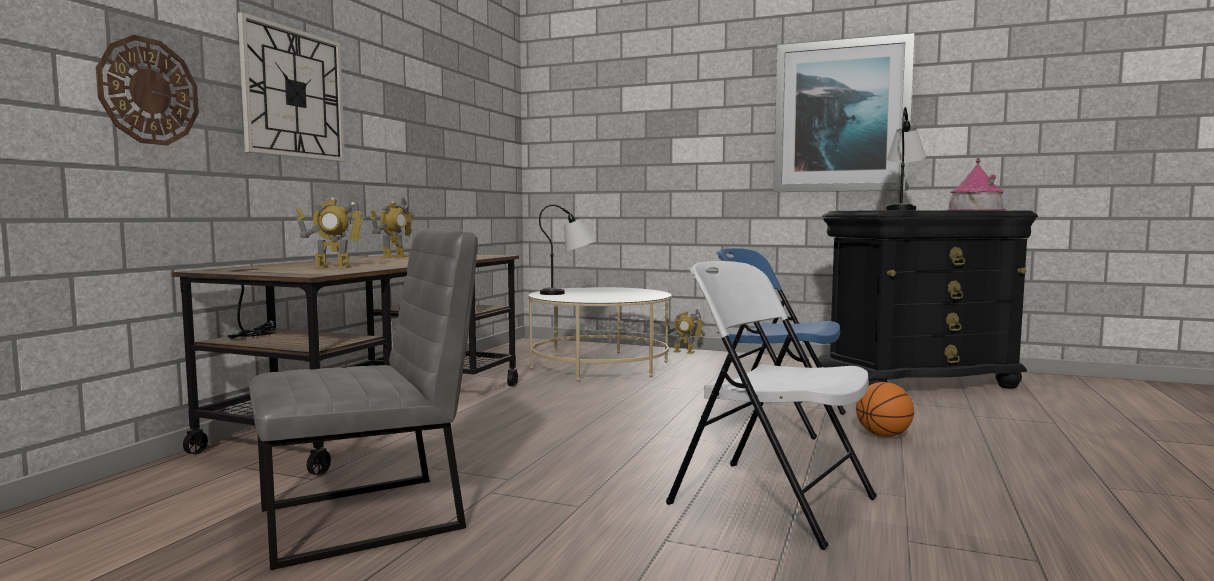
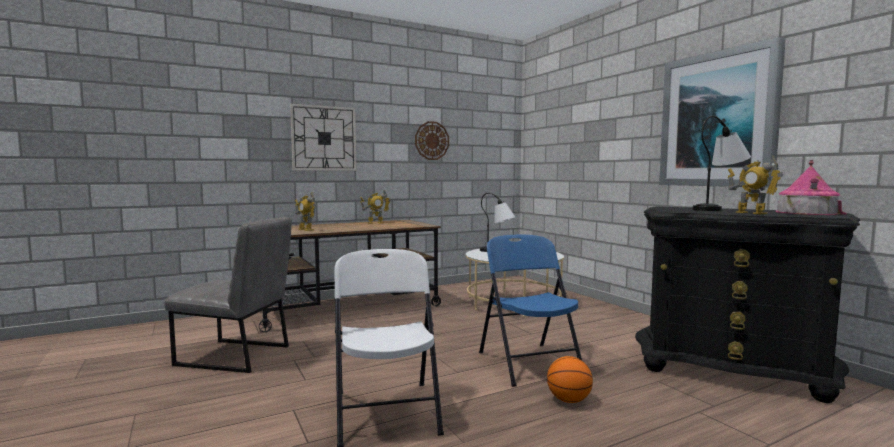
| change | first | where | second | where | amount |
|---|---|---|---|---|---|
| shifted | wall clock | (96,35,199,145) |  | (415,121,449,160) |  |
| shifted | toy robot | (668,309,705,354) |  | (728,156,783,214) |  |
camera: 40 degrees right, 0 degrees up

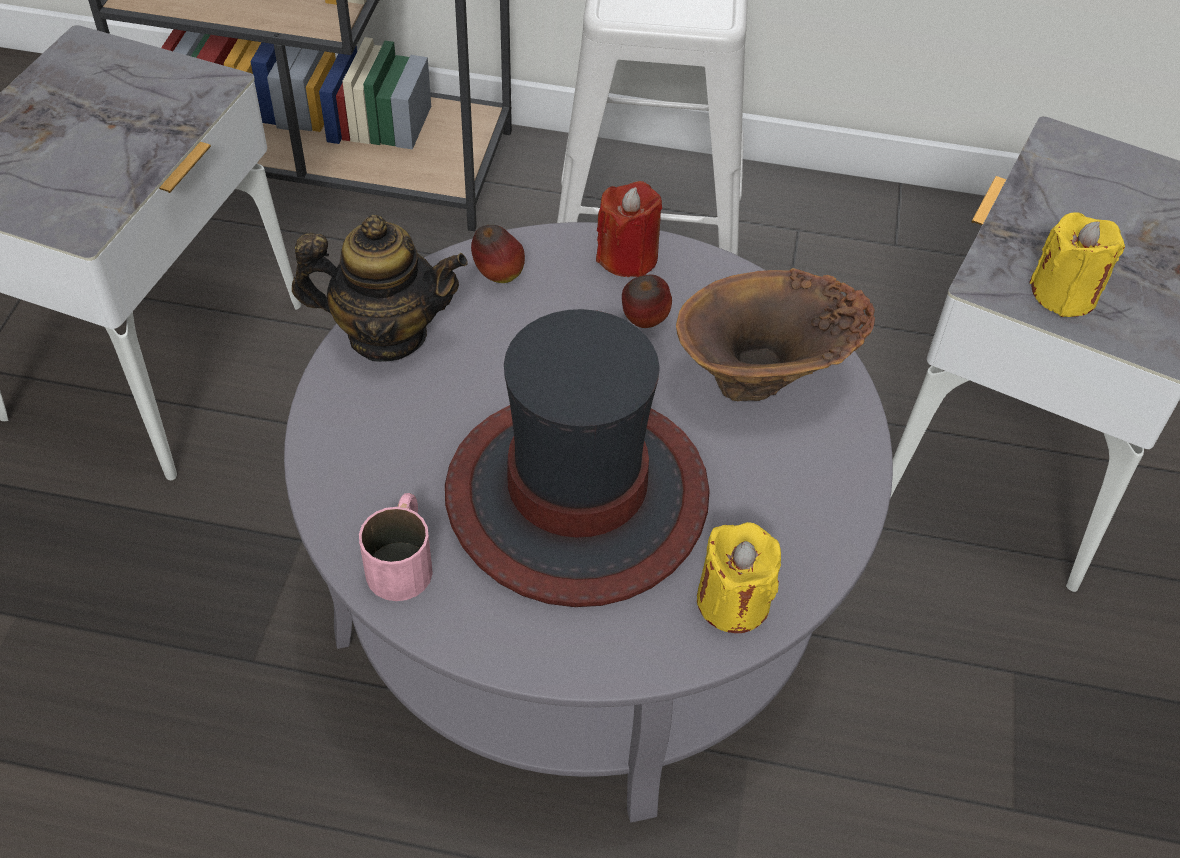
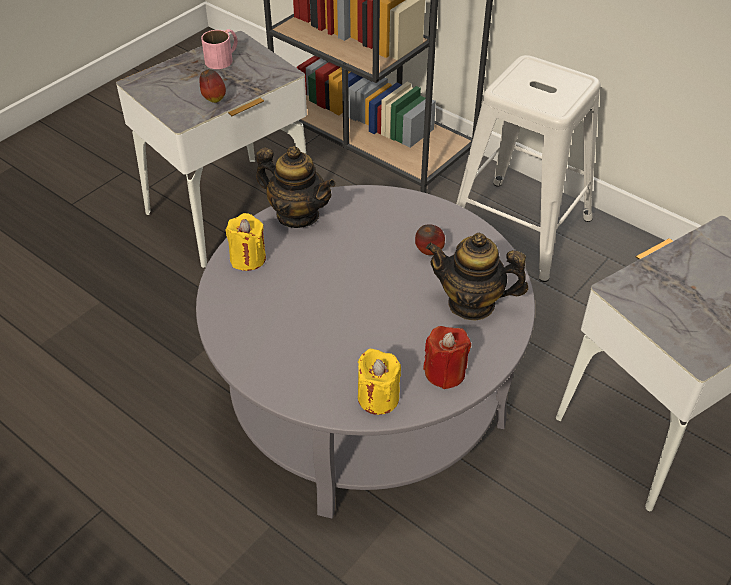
| change | first | where | second | where | amount |
|---|---|---|---|---|---|
| shifted | candle (red) | (596,181,662,277) |  | (423,326,471,389) |  |
| shifted | candle (yellow) | (1029,212,1125,317) |  | (225,213,266,271) |  |
| shifted | apple | (471,225,525,283) |  | (199,69,226,103) |  |
| swapped | vase (brown) | (676,268,875,401) | teapot | (426,233,528,321) |  |
| gone | hat | (445,309,710,607) |  |  |  |
| shifted | mug (pink) | (359,493,433,601) |  | (201,29,238,69) |  |
camera: 30 degrees right, 5 degrees down

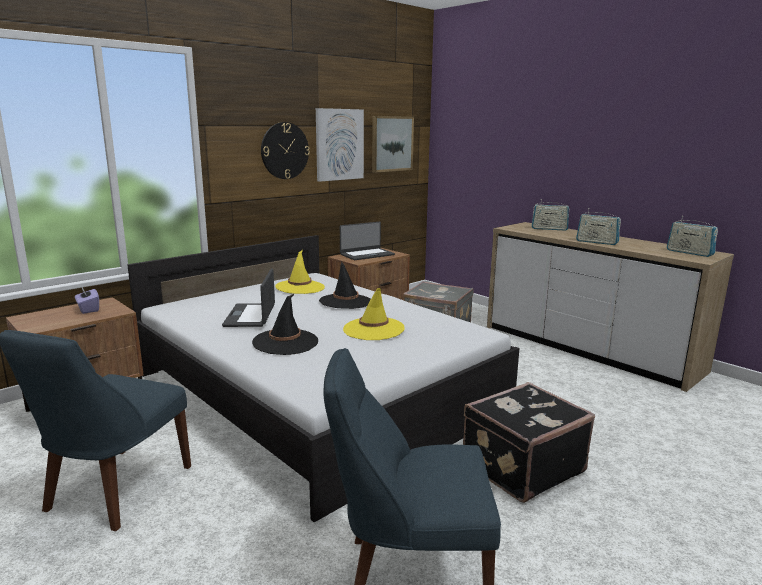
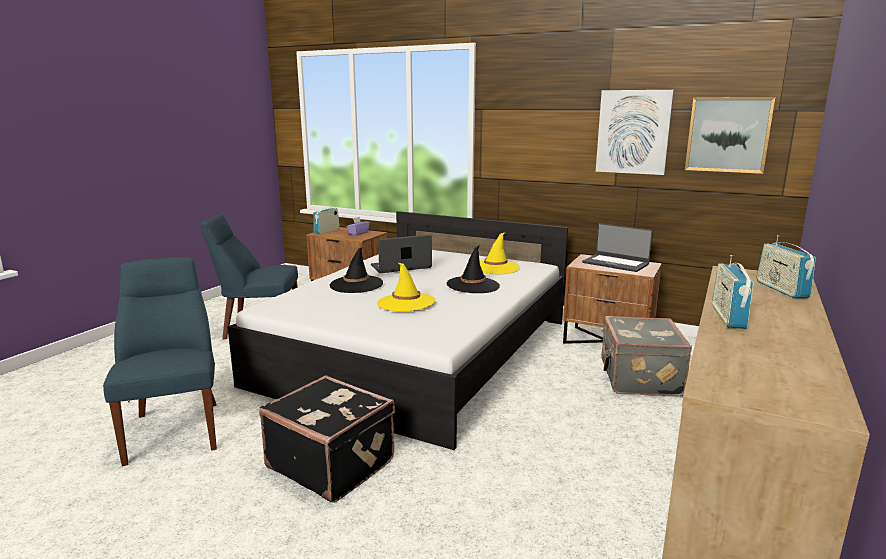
| change | first | where | second | where | amount |
|---|---|---|---|---|---|
| gone | wall clock | (261,122,310,179) |  |  |  |
| shifted | radio | (667,216,718,257) |  | (313,203,340,234) |  |
camera: 70 degrees right, 0 degrees up

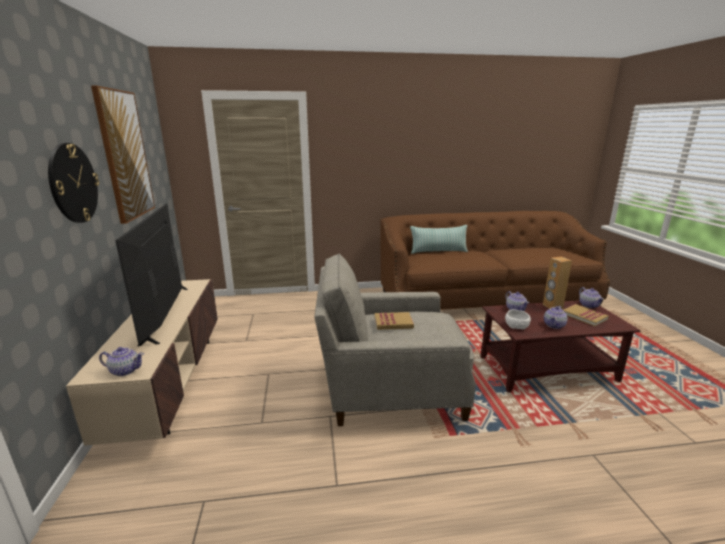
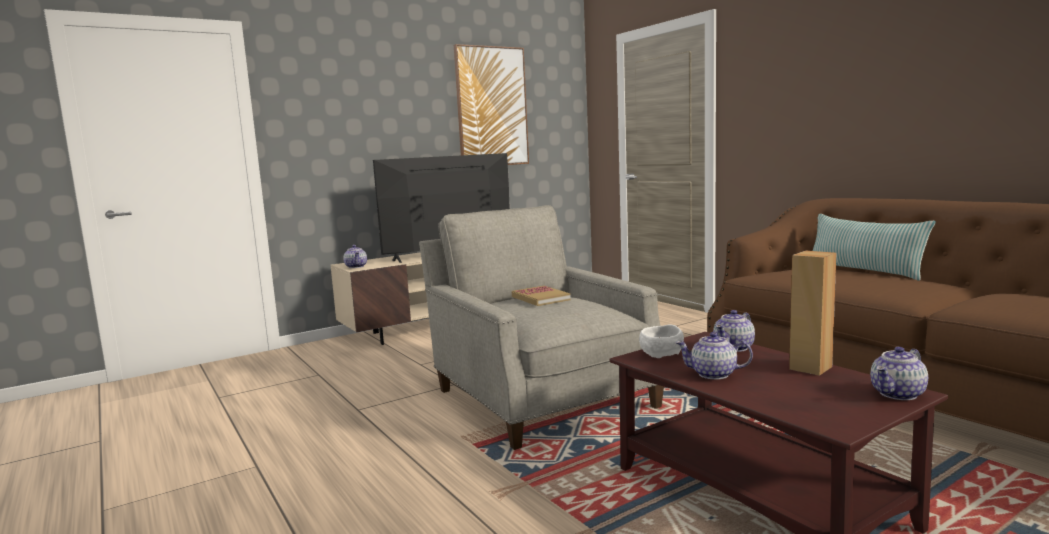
| change | first | where | second | where | amount |
|---|---|---|---|---|---|
| gone | wall clock | (48,143,99,223) |  |  |  |
| gone | book | (564,304,609,326) |  |  |  |
camera: 65 degrees right, 10 degrees down

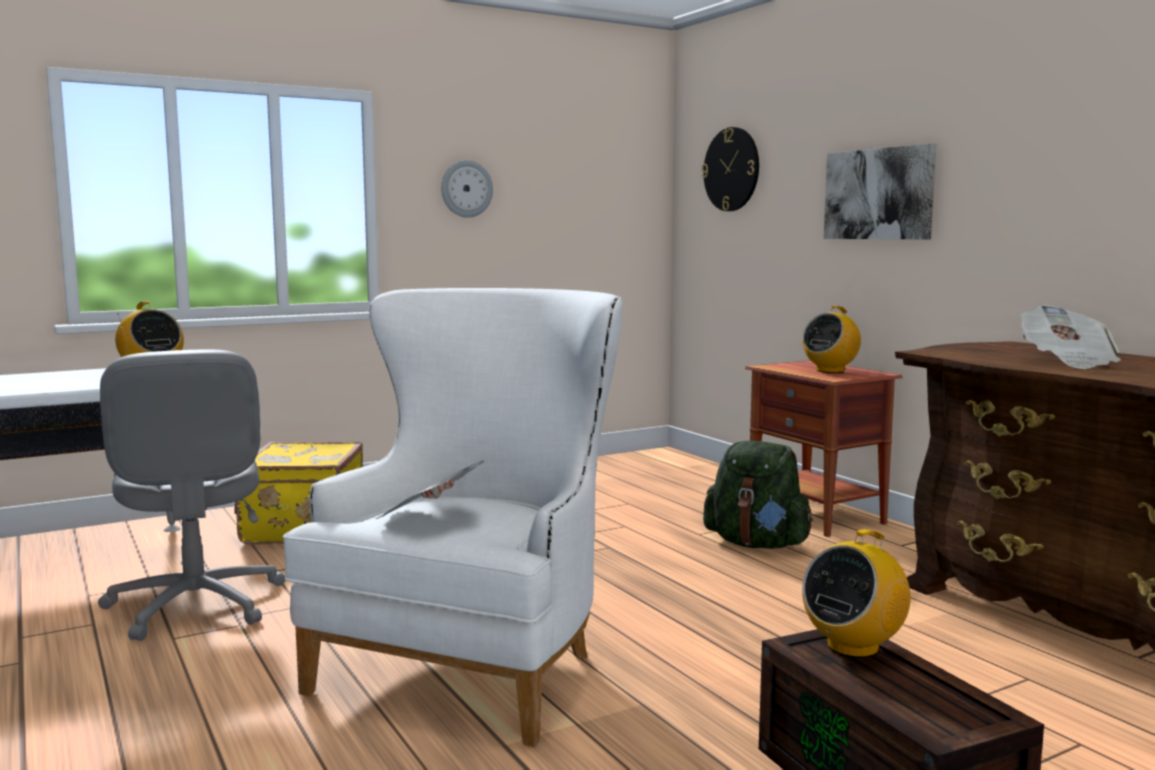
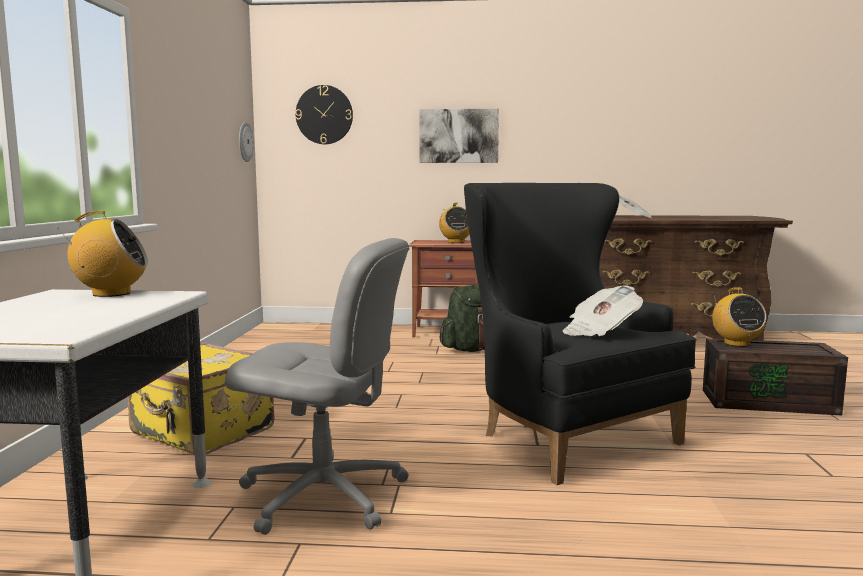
| change | first | where | second | where | amount |
|---|---|---|---|---|---|
| shifted | wall clock | (441,160,493,218) |  | (239,122,254,162) |  |
| repainted | armchair (white) | (282,288,622,747) | armchair (black) | (464,183,697,485) |  |
camera: 55 degrees left, 0 degrees up

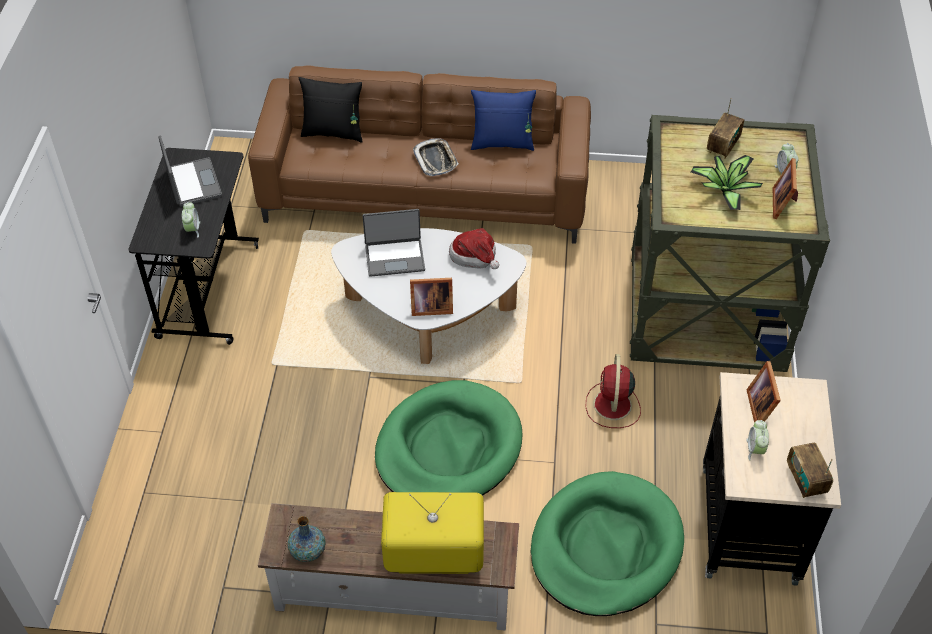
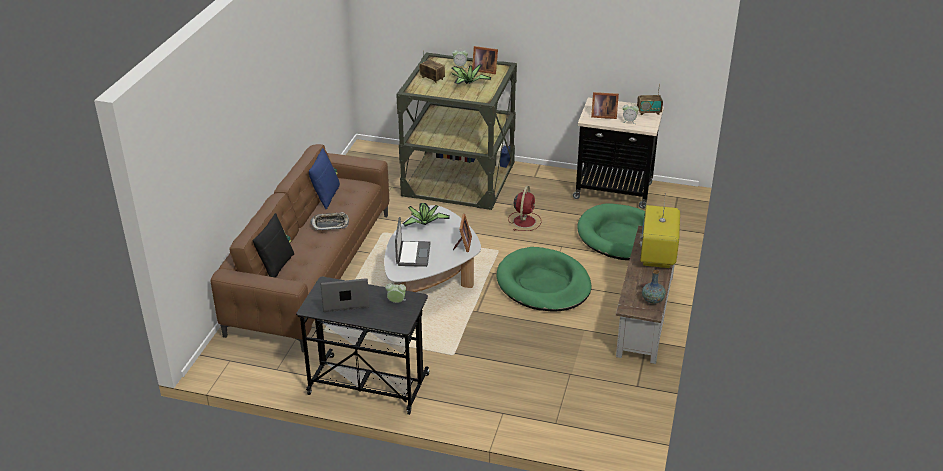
| change | first | where | second | where | amount |
|---|---|---|---|---|---|
| swapped | hat | (449,228,499,269) | potted plant | (402,203,450,227) |  |
| rotated | fan (red) | (585,354,641,428) |  | (508,186,541,231) | 90 degrees counterclockwise |
camera: 80 degrees left, 15 degrees down

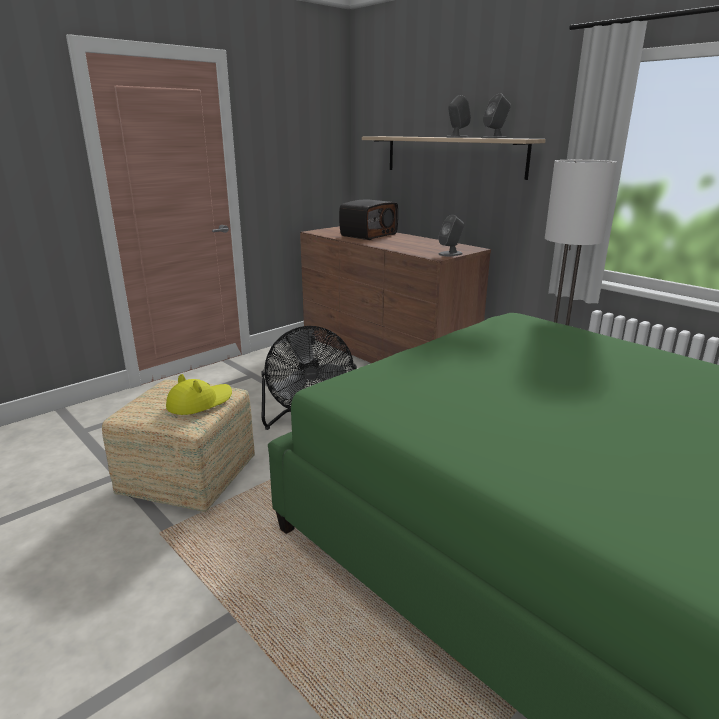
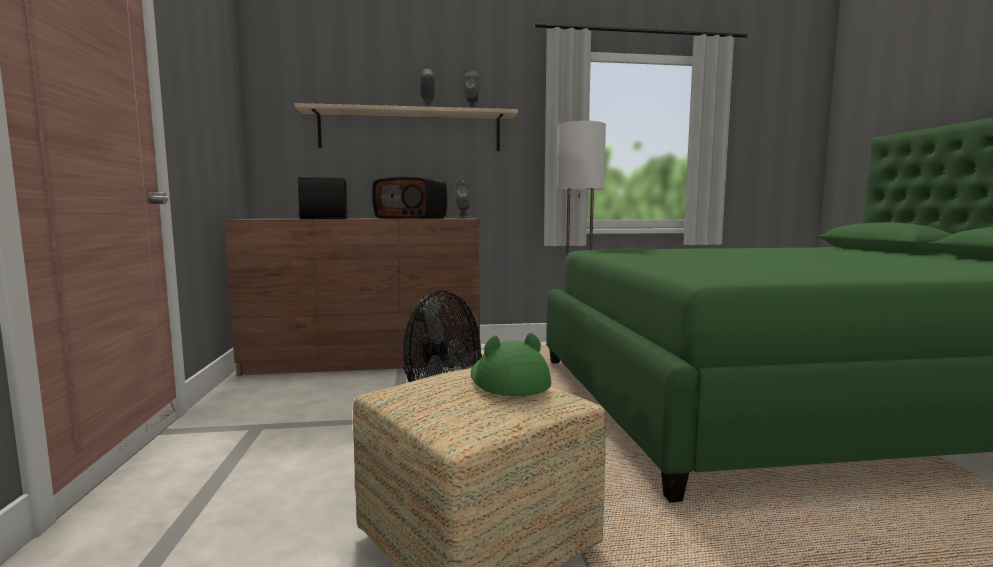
| change | first | where | second | where | amount |
|---|---|---|---|---|---|
| repainted | hat (yellow) | (166,374,232,415) | hat (green) | (471,333,551,396) |  |
| new |  |  | radio | (372,177,447,219) |  |
camera: 55 degrees left, 15 degrees down

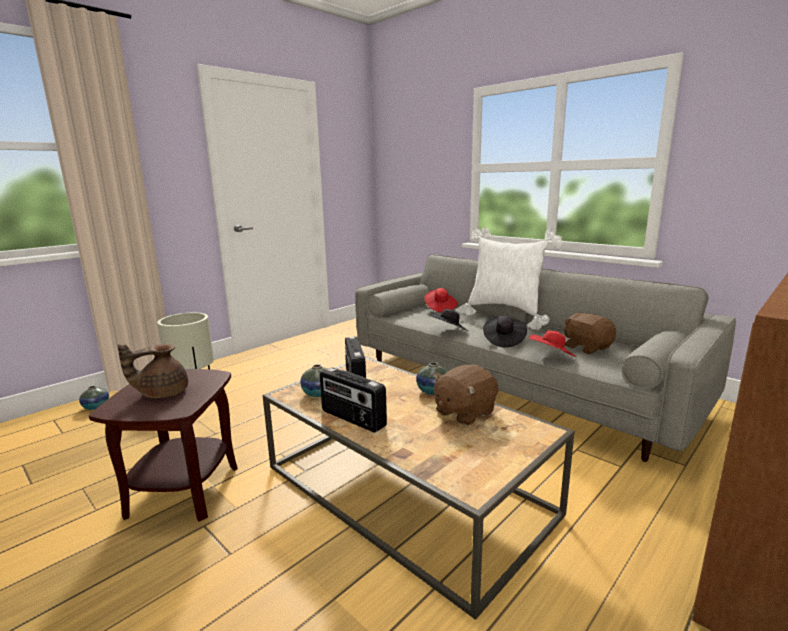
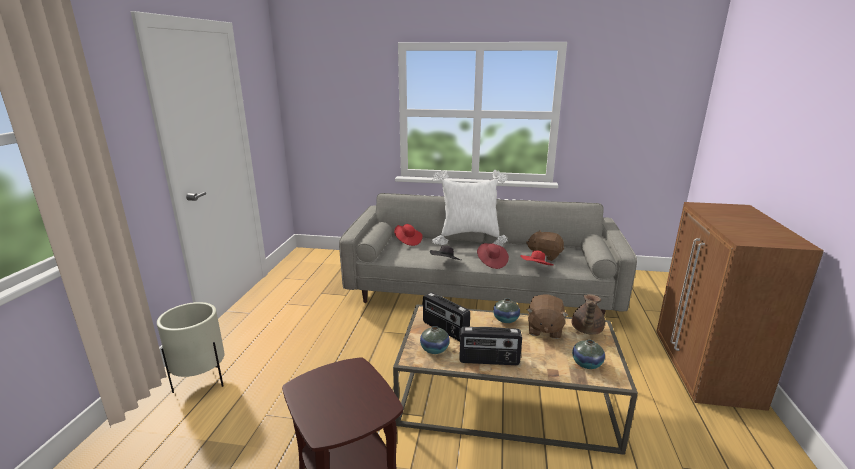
| change | first | where | second | where | amount |
|---|---|---|---|---|---|
| repainted | hat (black) | (483,316,527,347) | hat (red) | (477,243,509,269) |  |
| shifted | teapot (brown) | (117,344,188,398) |  | (572,294,605,335) |  |
| shifted | vase | (79,386,109,410) |  | (572,339,605,369) |  |
camera: 35 degrees left, 5 degrees up

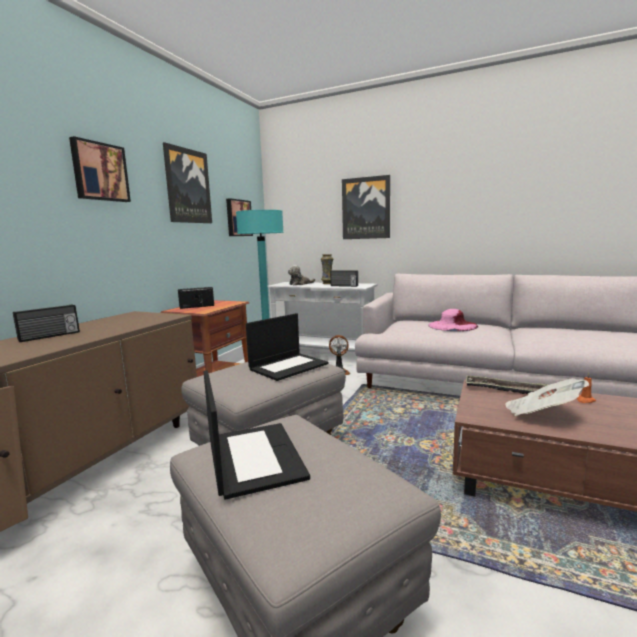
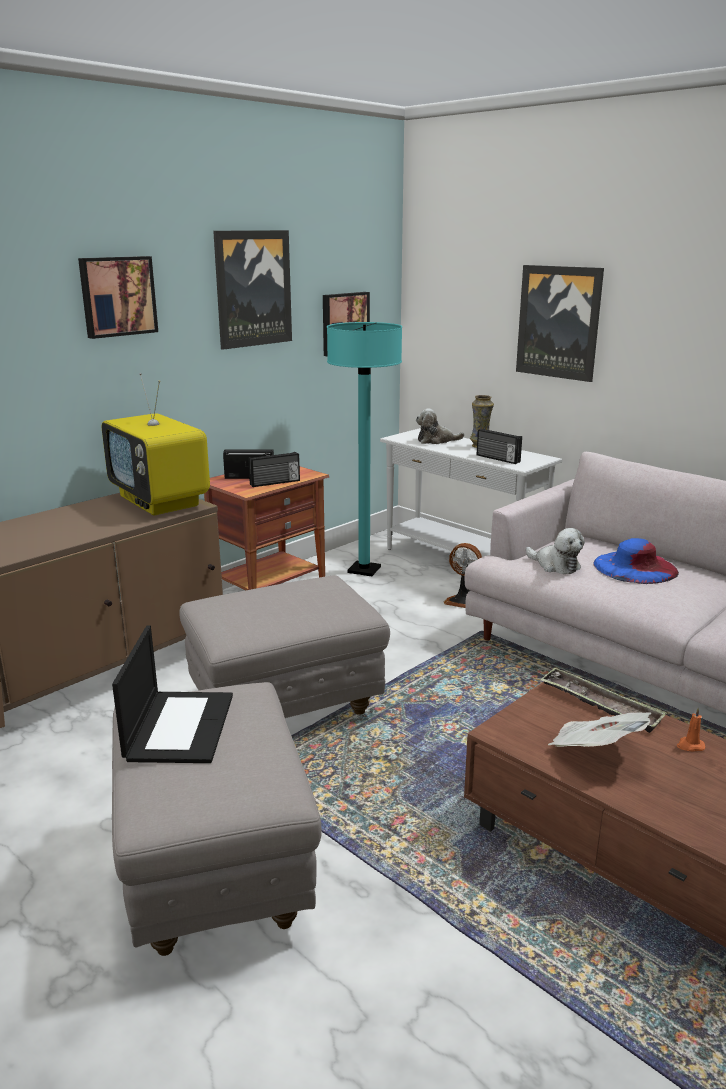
| change | first | where | second | where | amount |
|---|---|---|---|---|---|
| shifted | radio | (13,305,80,342) |  | (248,452,300,487) |  |
| repainted | hat (pink) | (429,309,478,331) | hat (blue) | (594,538,679,584) |  |
| gone | laptop | (246,313,328,381) |  |  |  |
| new |  |  | television | (102,373,210,515) |  |
| new |  |  | plush toy | (526,528,585,574) |  |
camera: 20 degrees right, 10 degrees up

